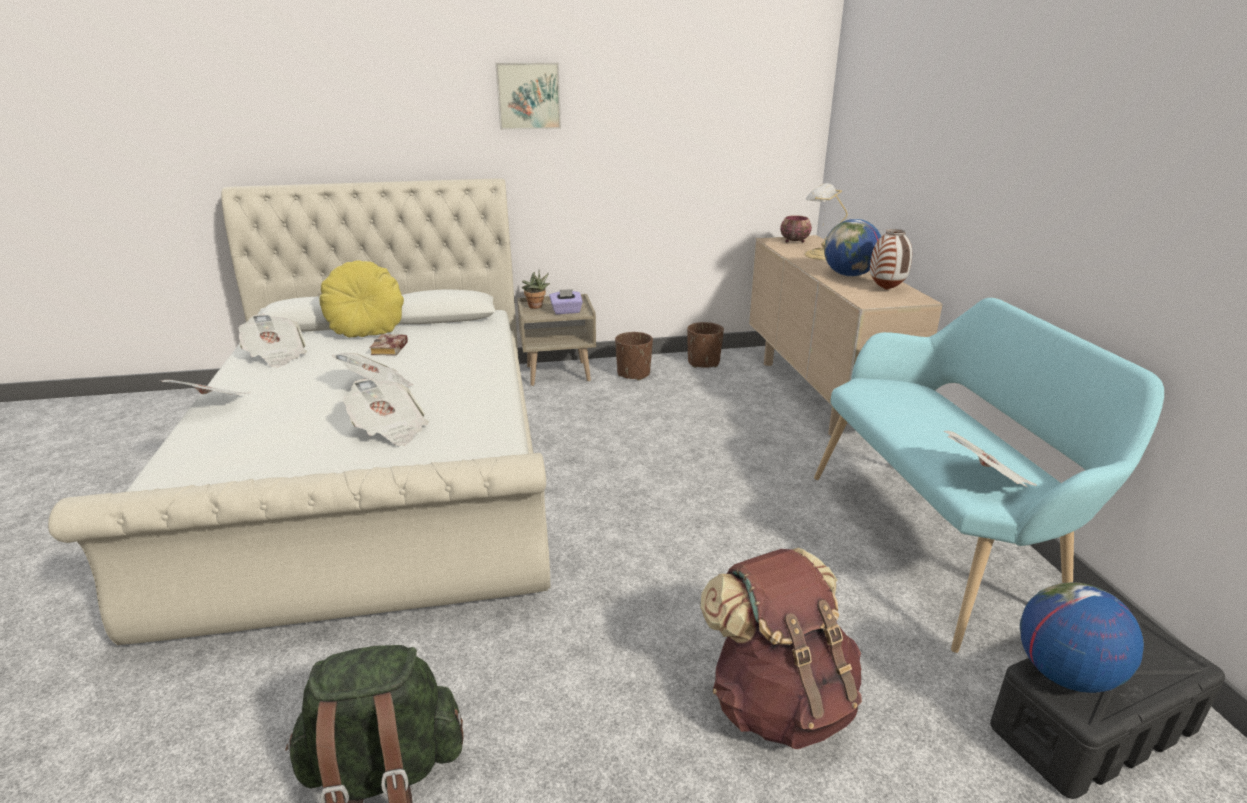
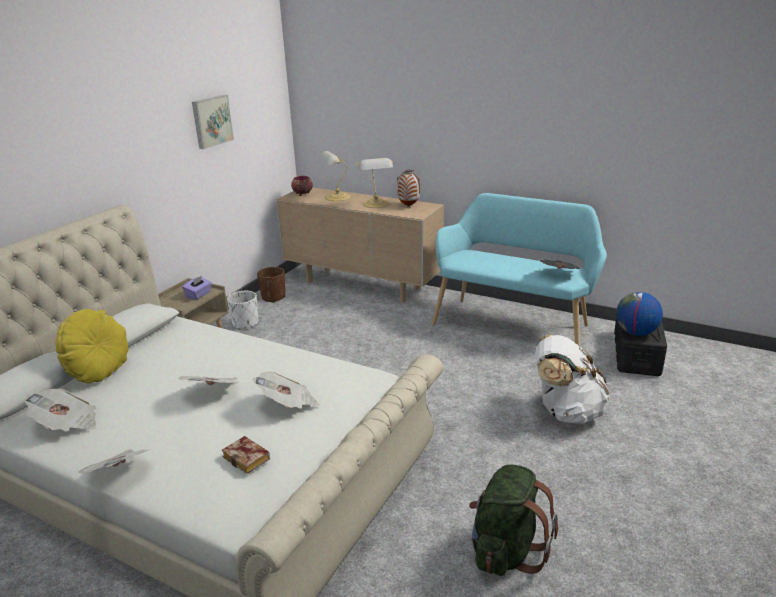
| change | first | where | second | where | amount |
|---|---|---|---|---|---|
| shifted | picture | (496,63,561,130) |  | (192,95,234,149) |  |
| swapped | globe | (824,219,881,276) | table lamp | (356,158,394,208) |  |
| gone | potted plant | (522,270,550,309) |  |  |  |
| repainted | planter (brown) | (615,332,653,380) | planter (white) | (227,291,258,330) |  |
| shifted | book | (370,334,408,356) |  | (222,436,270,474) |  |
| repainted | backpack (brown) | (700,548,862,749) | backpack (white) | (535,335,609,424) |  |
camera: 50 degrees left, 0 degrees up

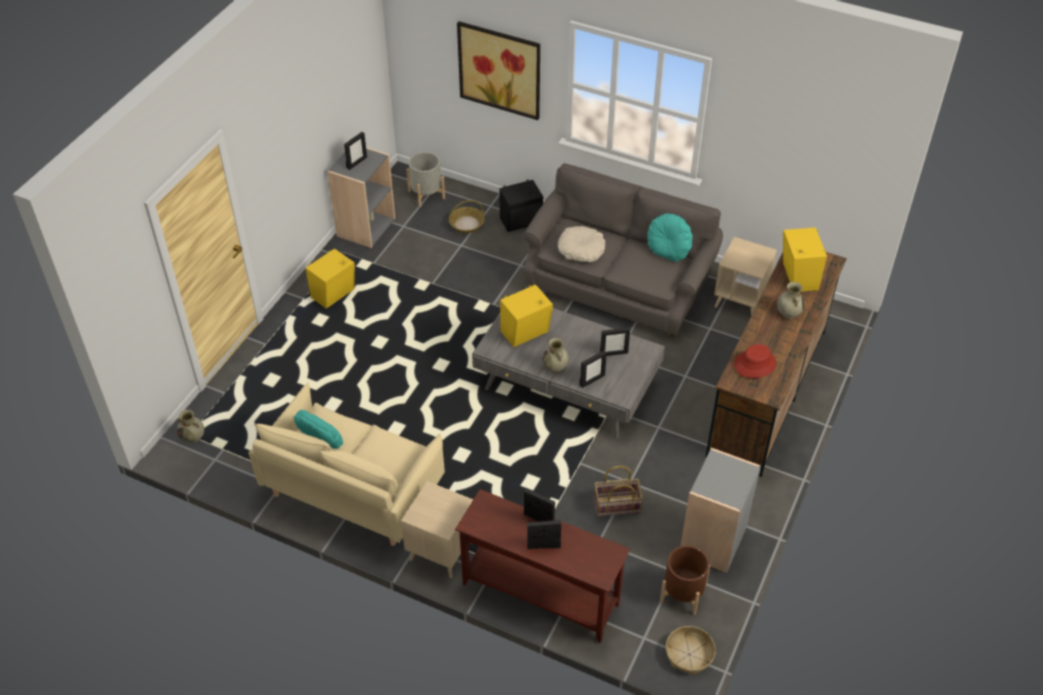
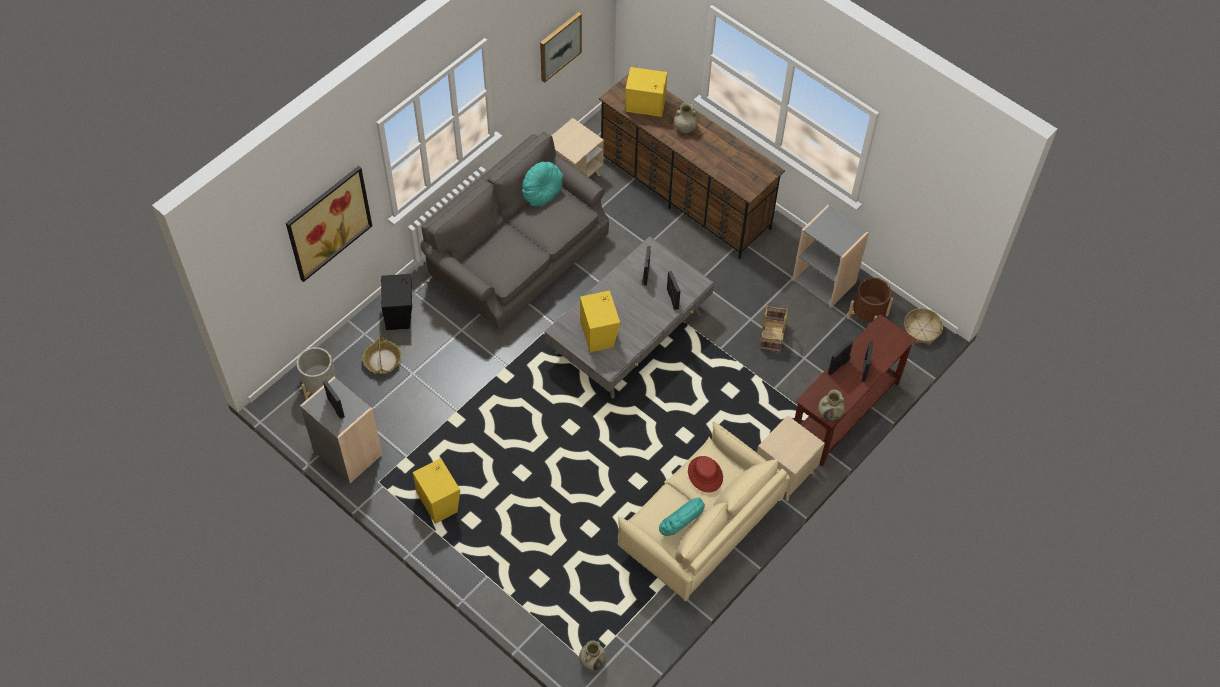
| change | first | where | second | where | amount |
|---|---|---|---|---|---|
| gone | pillow (beige) | (558,226,605,263) |  |  |  |
| shifted | vase (beige) | (543,338,569,373) |  | (818,390,845,421) |  |
| shifted | hat (red) | (734,344,776,378) |  | (688,456,723,493) |  |
| new |  |  | picture | (540,12,582,83) |  |
camera: 75 degrees left, 10 degrees up

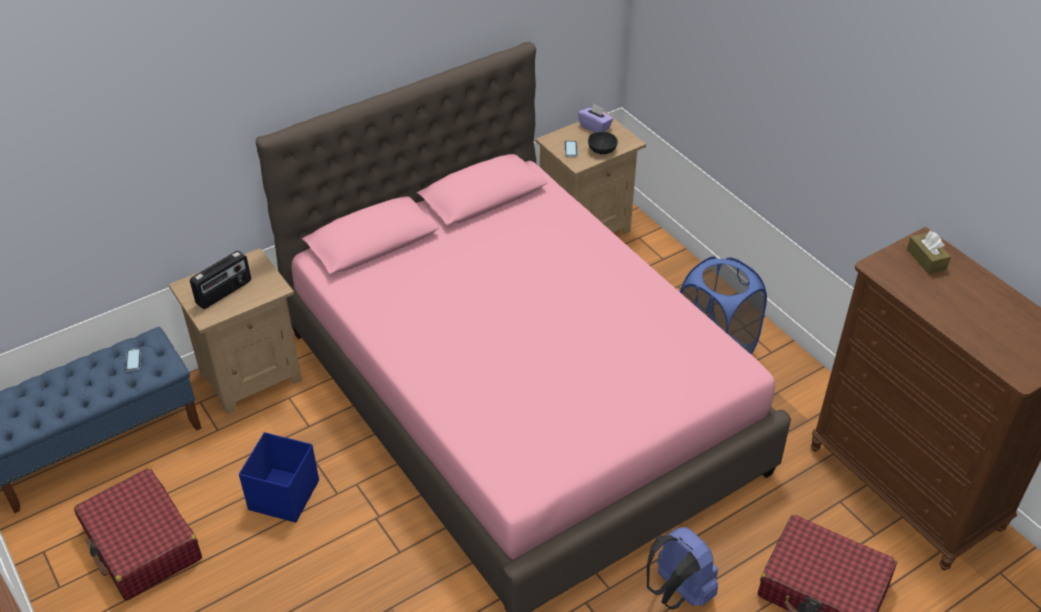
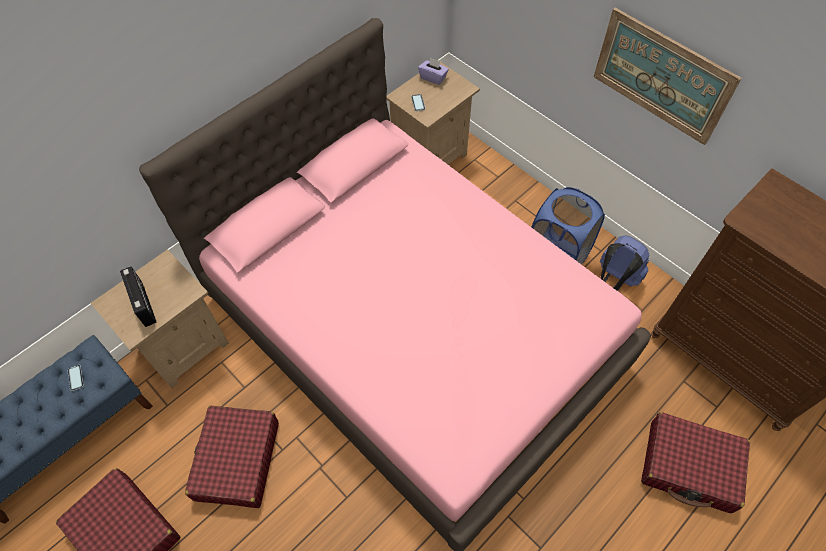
| change | first | where | second | where | amount |
|---|---|---|---|---|---|
| gone | bowl (black) | (588,132,618,154) |  |  |  |
| gone | tissue box (brown) | (907,231,951,274) |  |  |  |
| rotated | radio | (190,250,251,309) |  | (120,266,156,327) | 60 degrees counterclockwise |
| swapped | storage box (blue) | (239,432,319,523) | suitcase (red) | (185,406,279,508) |  |
| shifted | backpack (blue) | (647,527,718,609) |  | (600,235,649,291) |  |
| new |  |  | picture | (594,8,742,145) |  |
camera: 10 degrees left, 15 degrees up

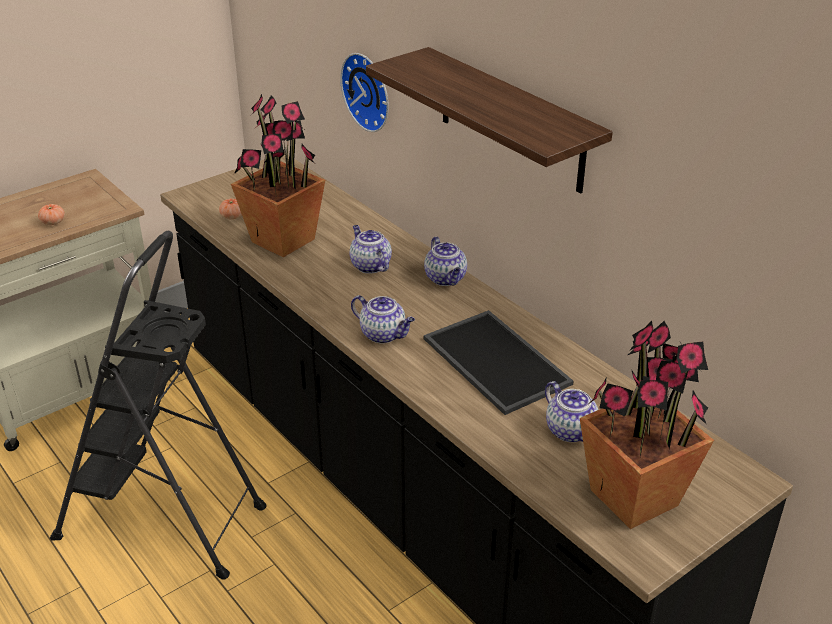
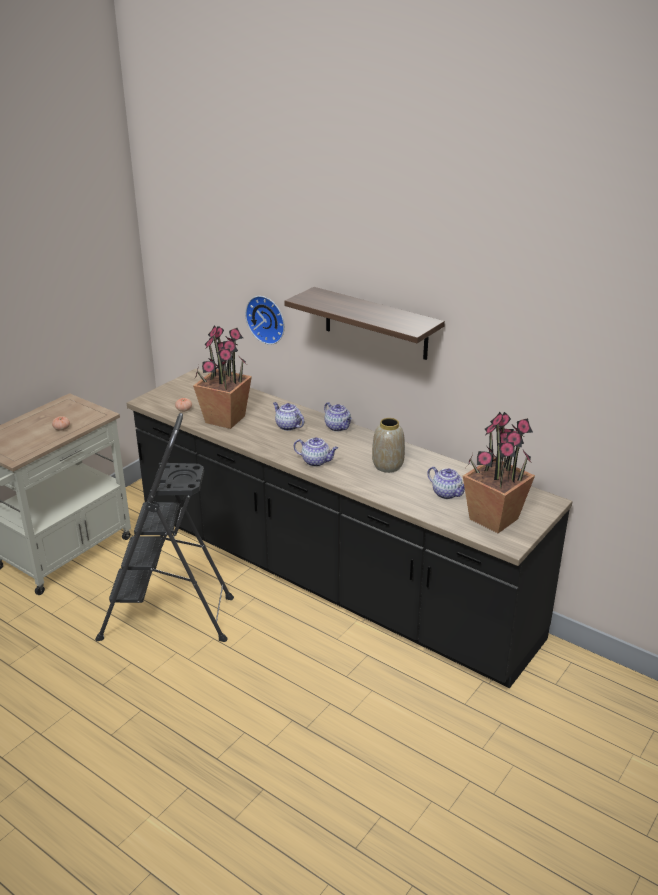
| change | first | where | second | where | amount |
|---|---|---|---|---|---|
| swapped | tray | (424,310,574,415) | vase | (372,418,405,473) |  |
camera: 15 degrees left, 5 degrees down

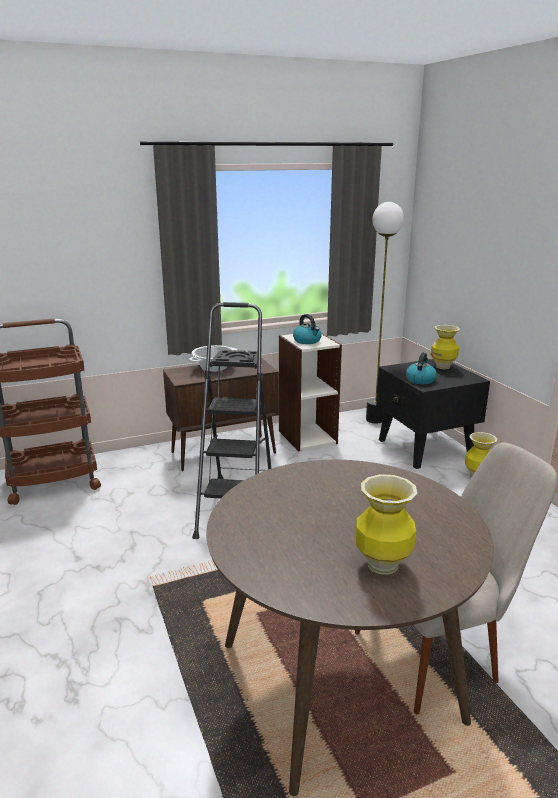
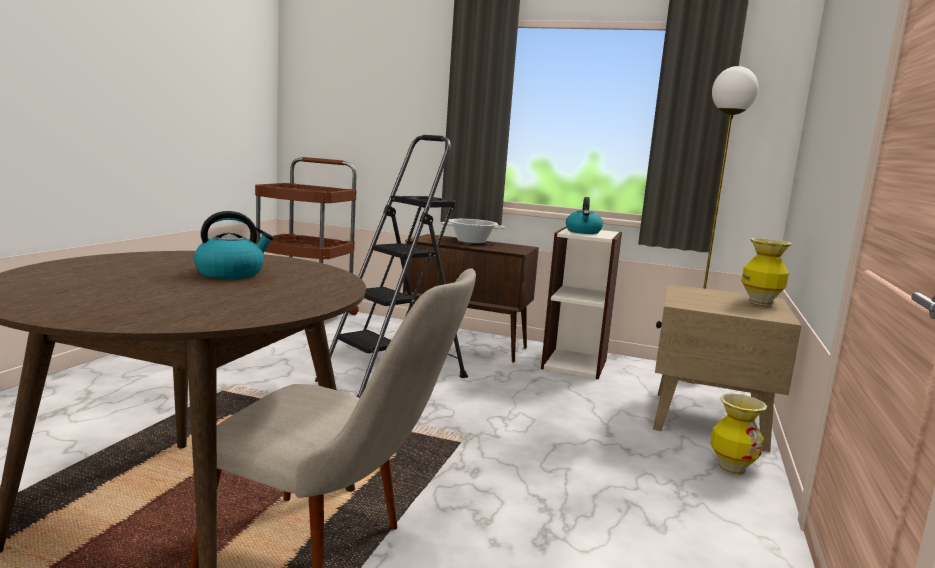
| change | first | where | second | where | amount |
|---|---|---|---|---|---|
| shifted | kettle | (406,352,437,384) |  | (194,211,274,279) |  |
| repainted | nightstand (black) | (376,359,490,469) | nightstand (beige) | (653,284,802,452) |  |
| gone | vase | (356,474,417,575) |  |  |  |
camera: 40 degrees right, 10 degrees down

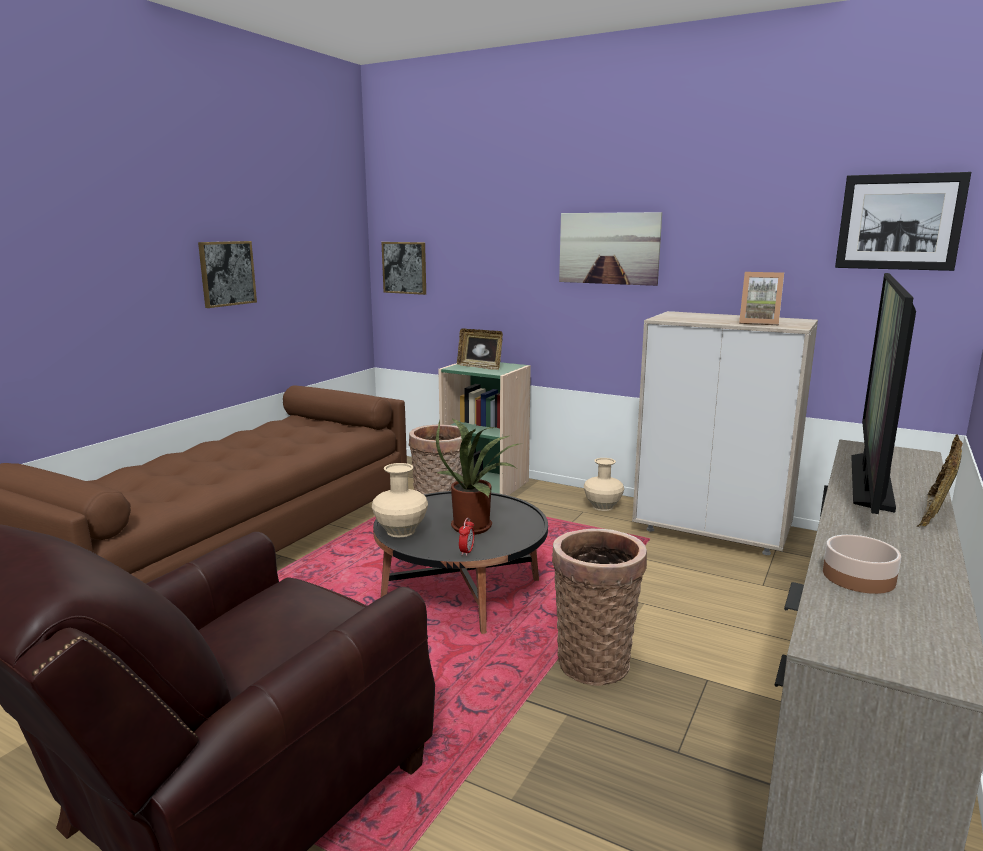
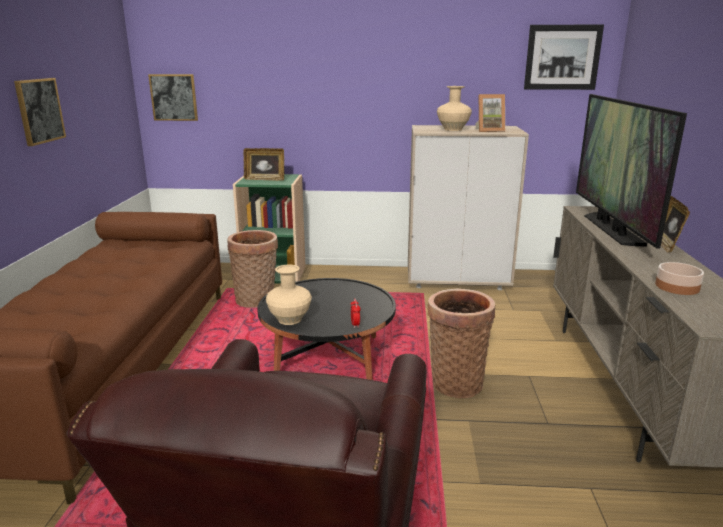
| change | first | where | second | where | amount |
|---|---|---|---|---|---|
| gone | picture | (559,212,662,286) |  |  |  |
| gone | potted plant | (436,419,519,535) |  |  |  |
| shifted | vase (beige) | (584,458,624,511) |  | (437,86,472,131) |  |
camera: 25 degrees left, 5 degrees up

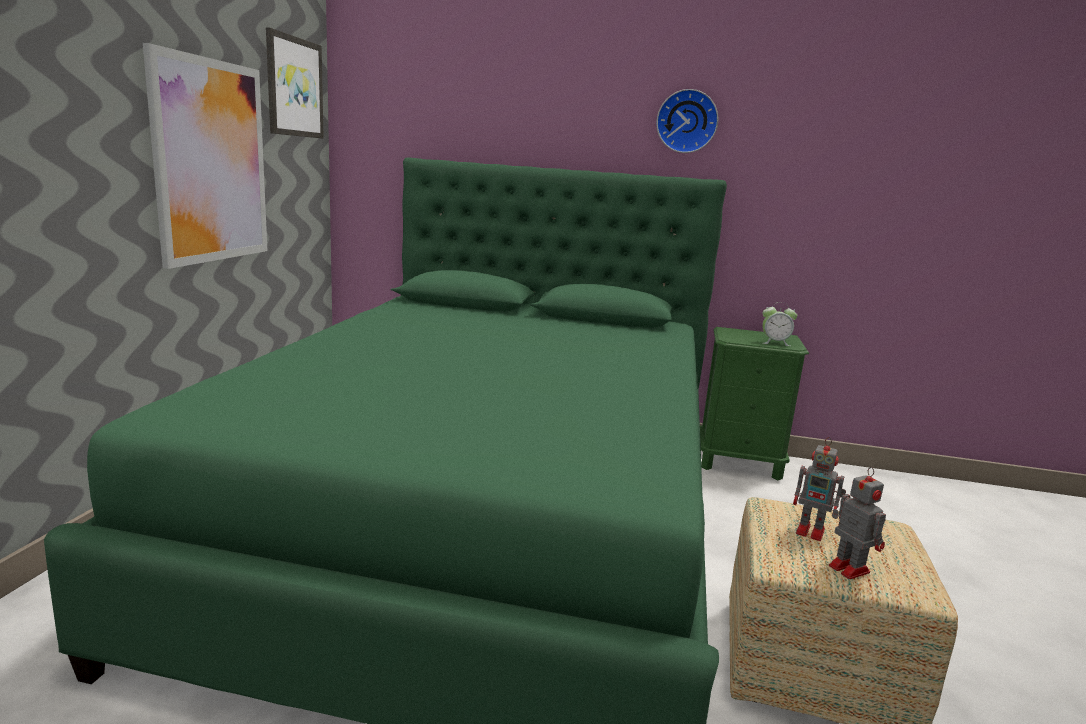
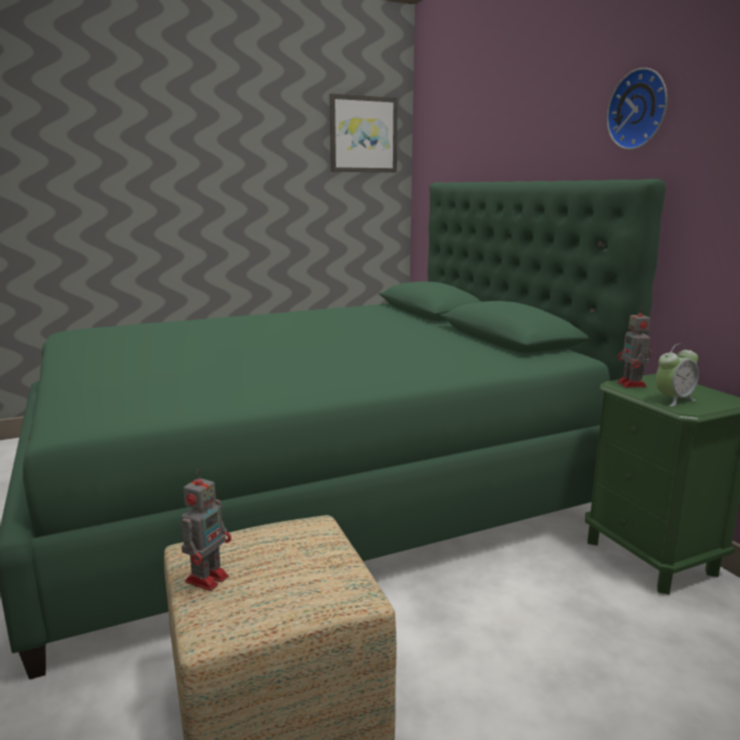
| change | first | where | second | where | amount |
|---|---|---|---|---|---|
| gone | picture | (143,43,267,269) |  |  |  |
| rotated | alarm clock | (762,302,797,346) |  | (656,344,699,407) | 90 degrees counterclockwise |
| shifted | toy robot | (793,437,846,541) |  | (617,306,651,388) |  |
camera: 55 degrees right, 0 degrees up

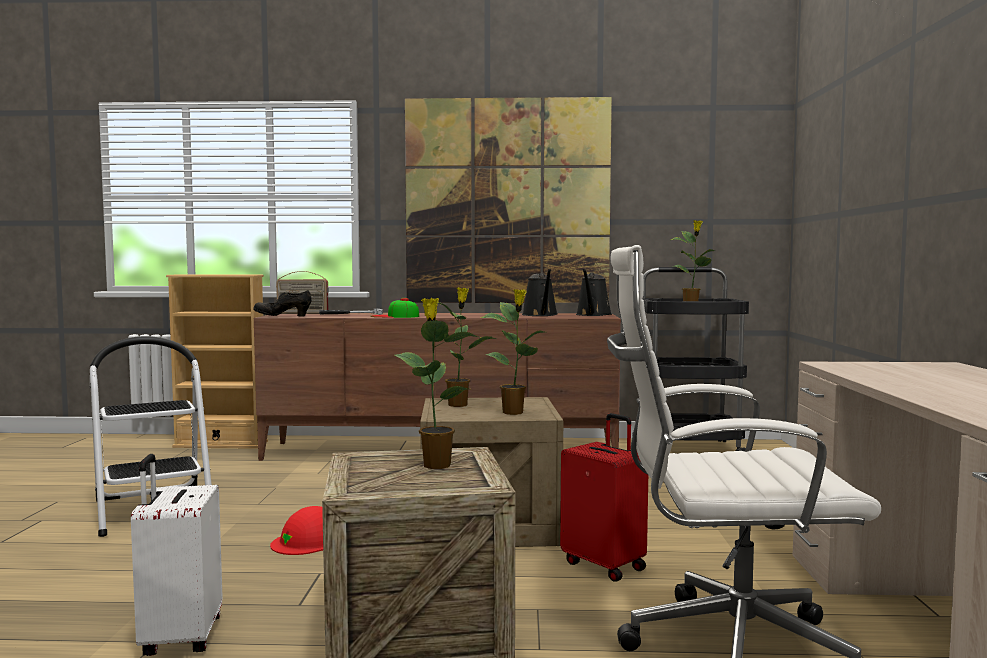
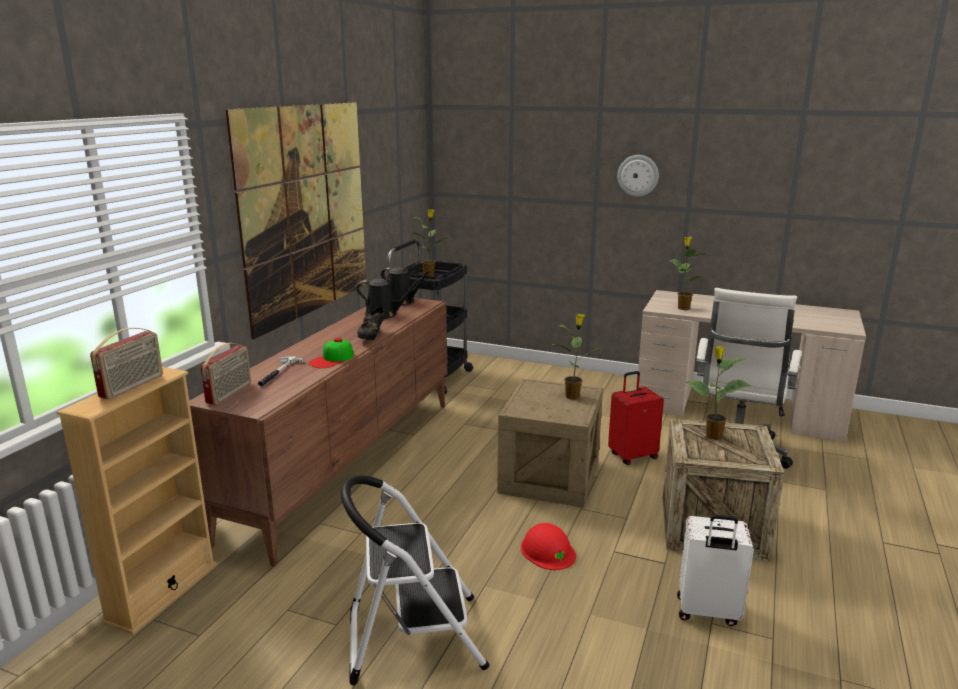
| change | first | where | second | where | amount |
|---|---|---|---|---|---|
| shifted | potted plant | (438,287,497,407) |  | (669,237,707,310) |  |
| shifted | shoe (black) | (253,290,312,317) |  | (357,306,385,340) |  |
| new |  |  | wall clock | (617,155,659,197) |  |
| new |  |  | radio | (90,328,163,399) |  |
camera: 70 degrees left, 15 degrees up

